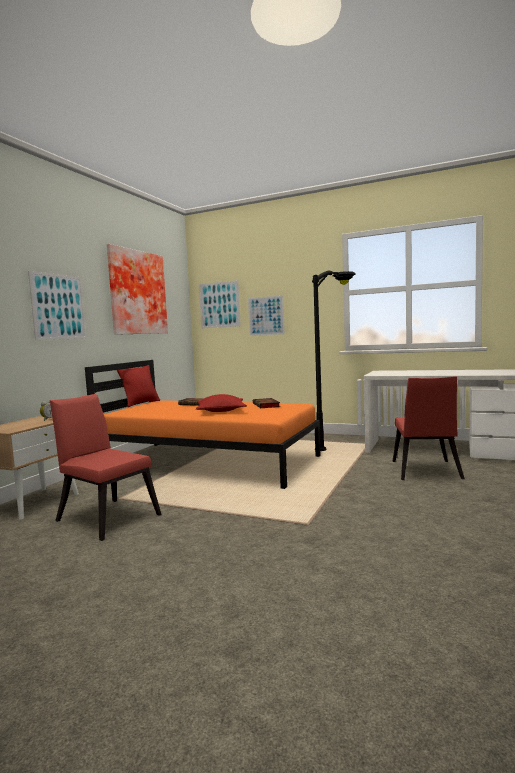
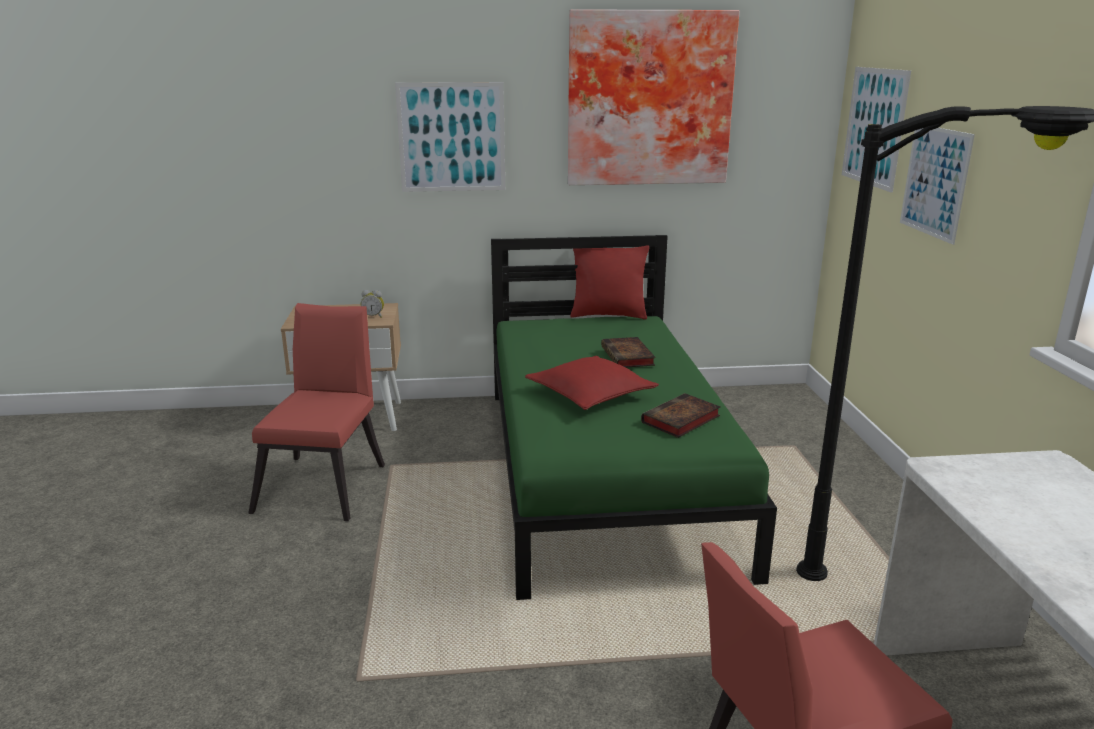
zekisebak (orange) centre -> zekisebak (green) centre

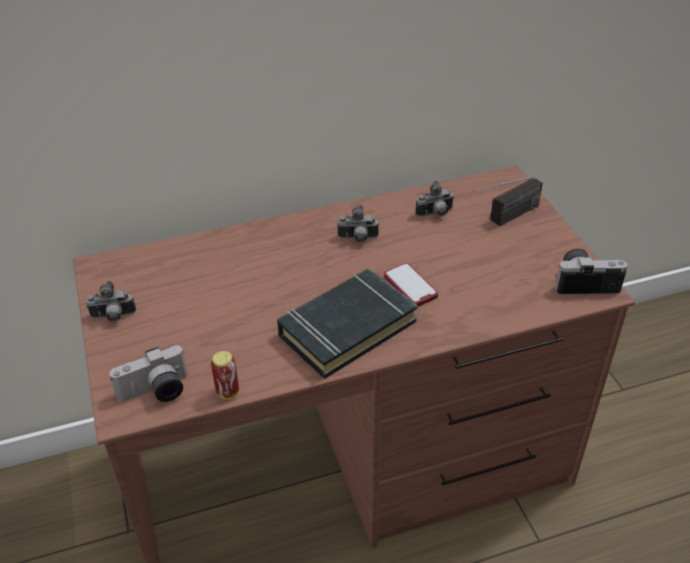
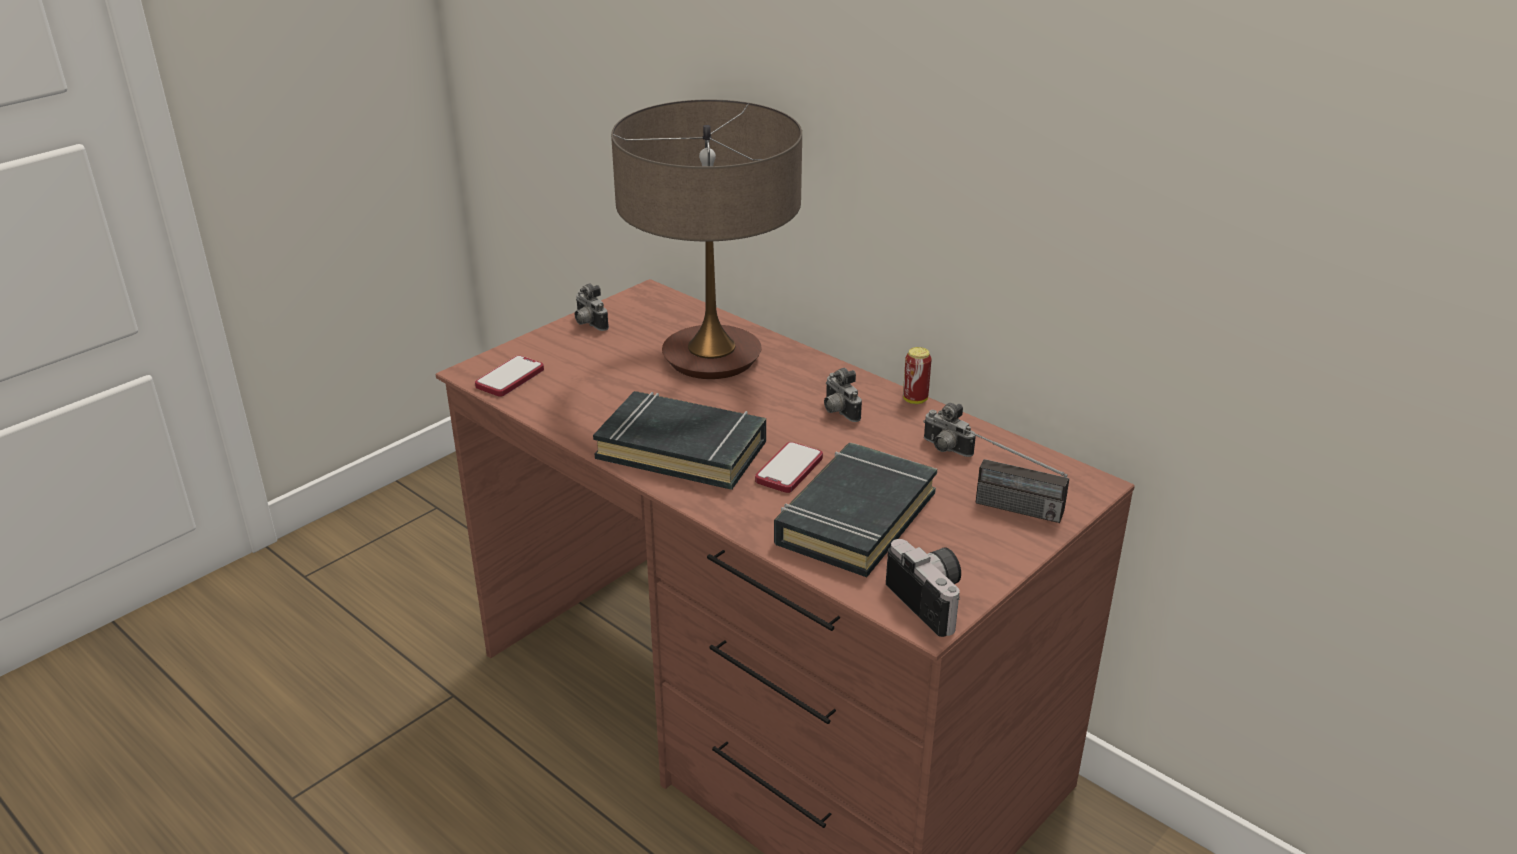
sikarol (2nd from left) middle left -> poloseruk (1st from left) centre
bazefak middle left -> bazefak centre, moved
none -> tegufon top centre
none -> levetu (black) (2nd from left) centre

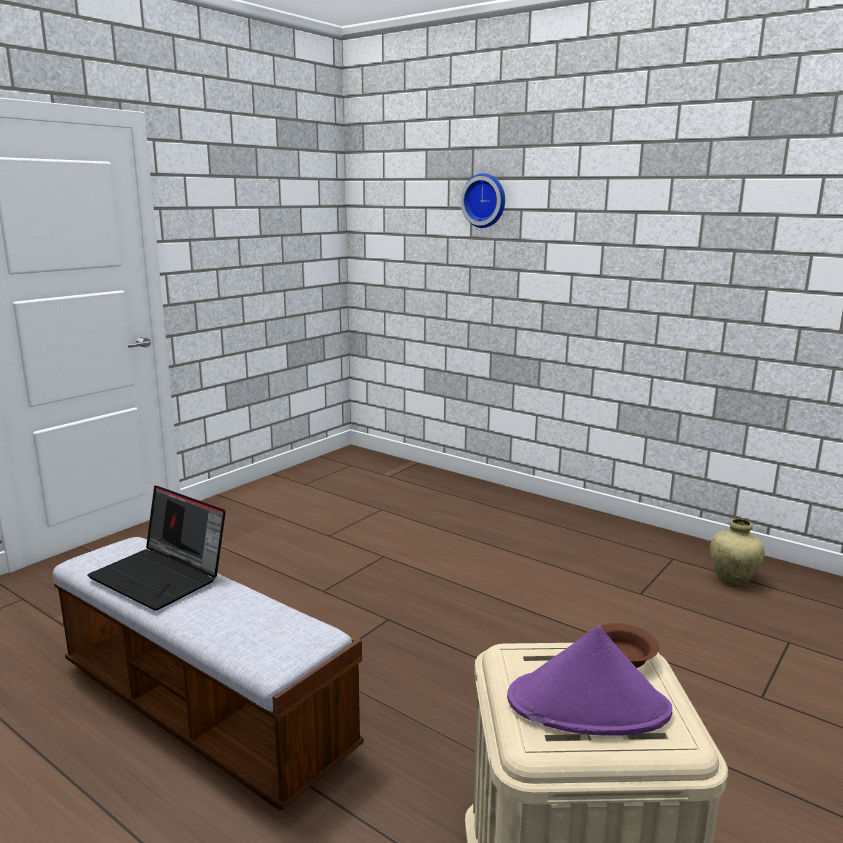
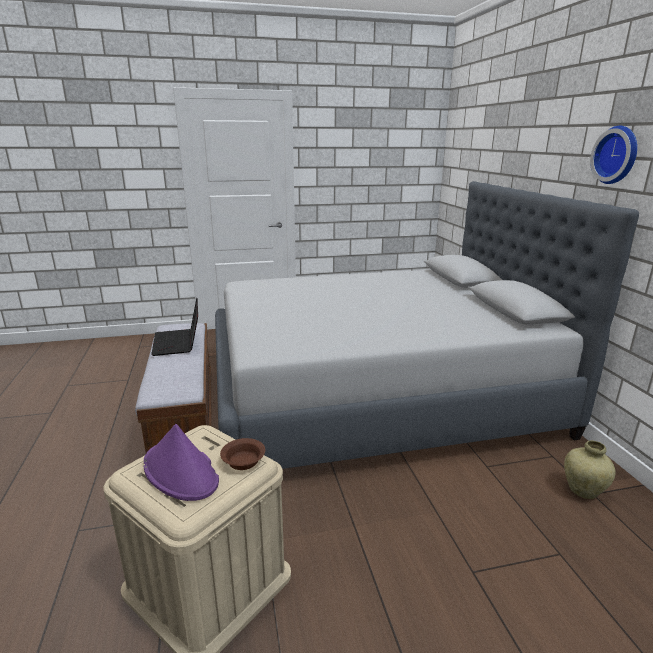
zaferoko top centre -> zaferoko top right, moved
none -> zekisebak (grey) centre

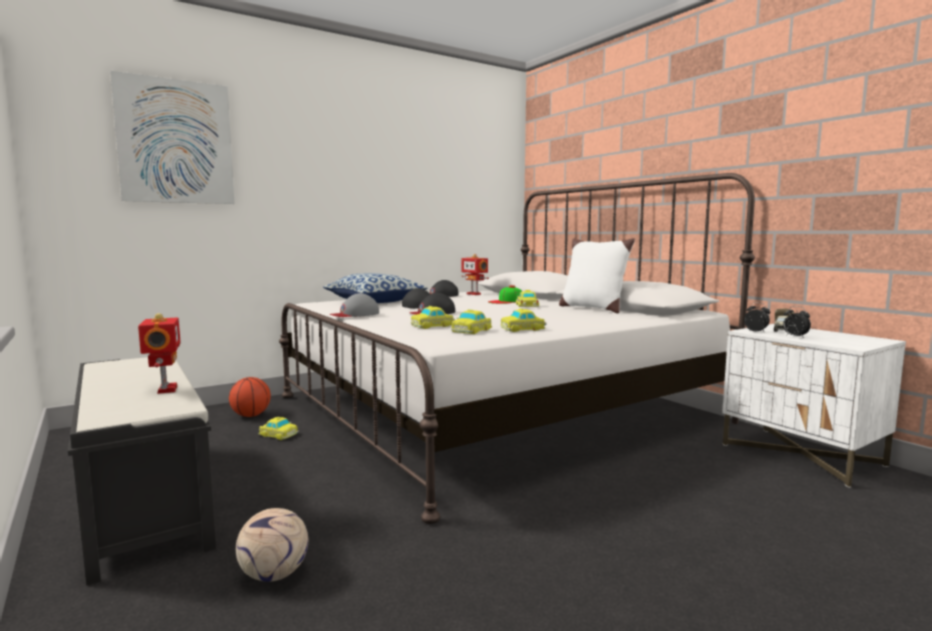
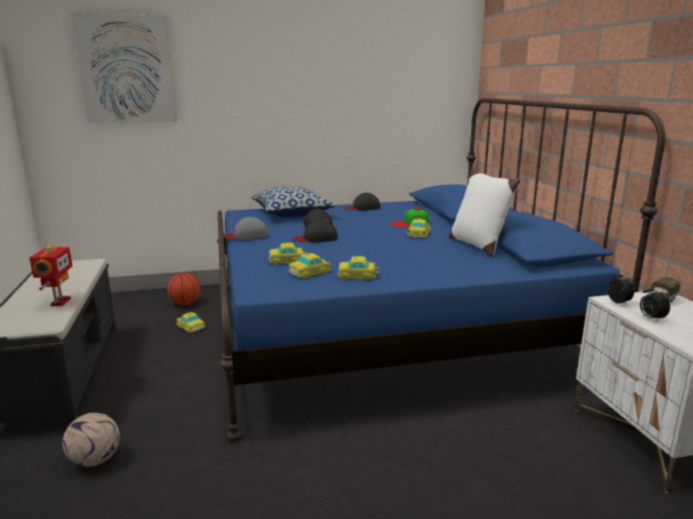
zekisebak (white) centre -> zekisebak (blue) centre
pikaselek (2nd from left) centre -> none

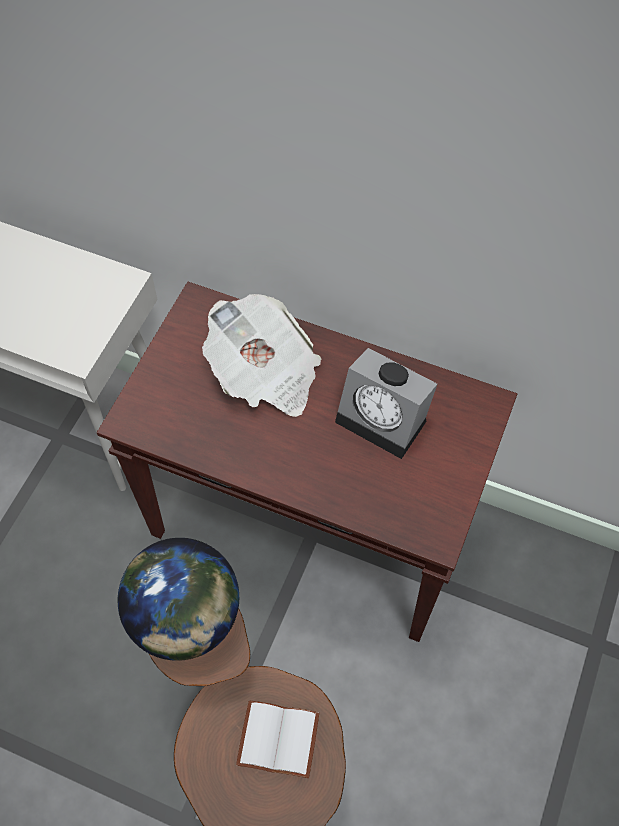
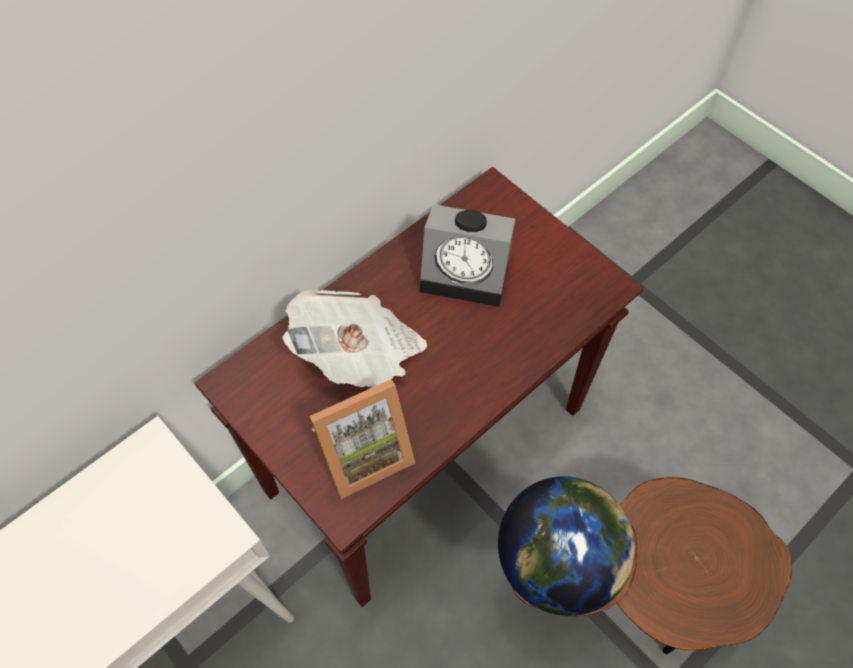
levetu (white) bottom centre -> none
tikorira centre, 45 degrees clockwise
none -> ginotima centre

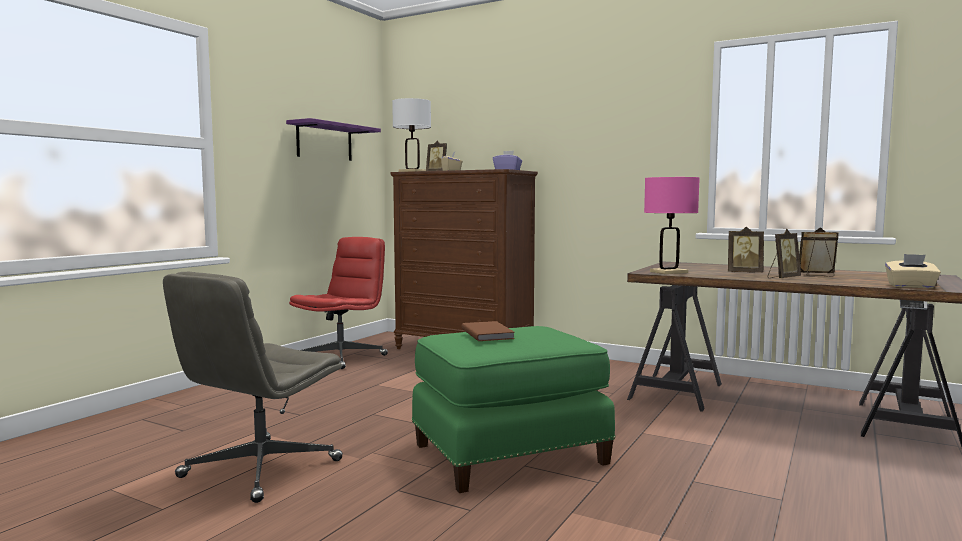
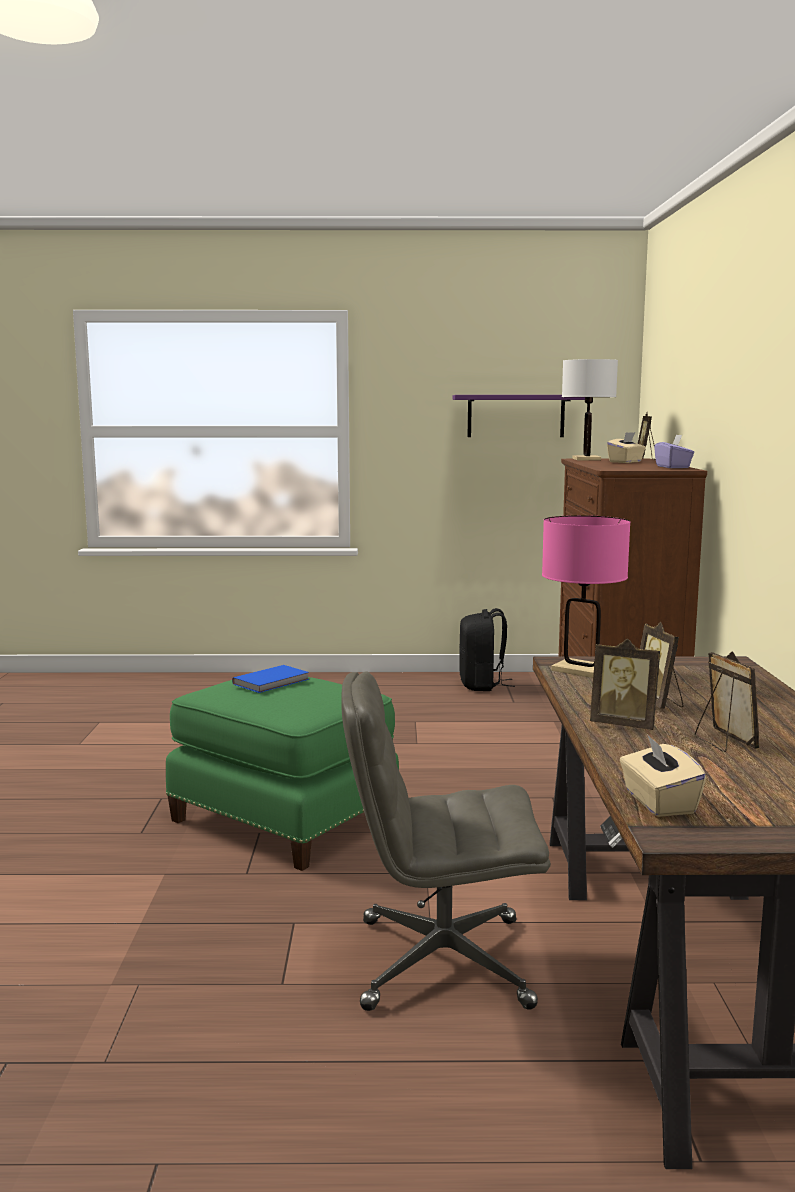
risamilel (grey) bottom left -> risamilel (grey) bottom centre, moved
risamilel (red) centre -> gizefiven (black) centre
levetu (brown) centre -> levetu (blue) centre

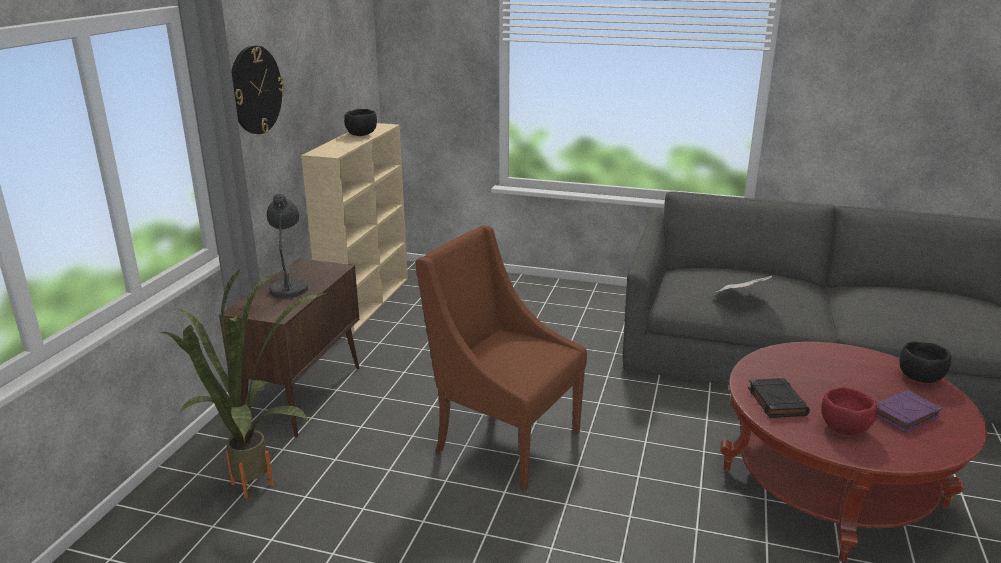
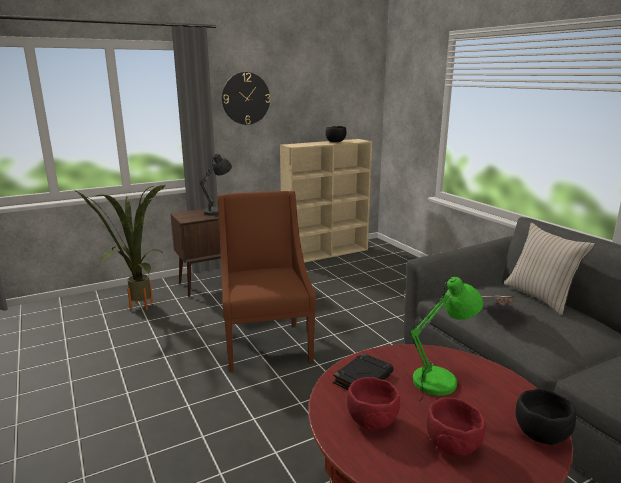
levetu (purple) bottom right -> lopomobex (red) (2nd from left) bottom right
none -> tegufon (green) bottom right
none -> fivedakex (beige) middle right

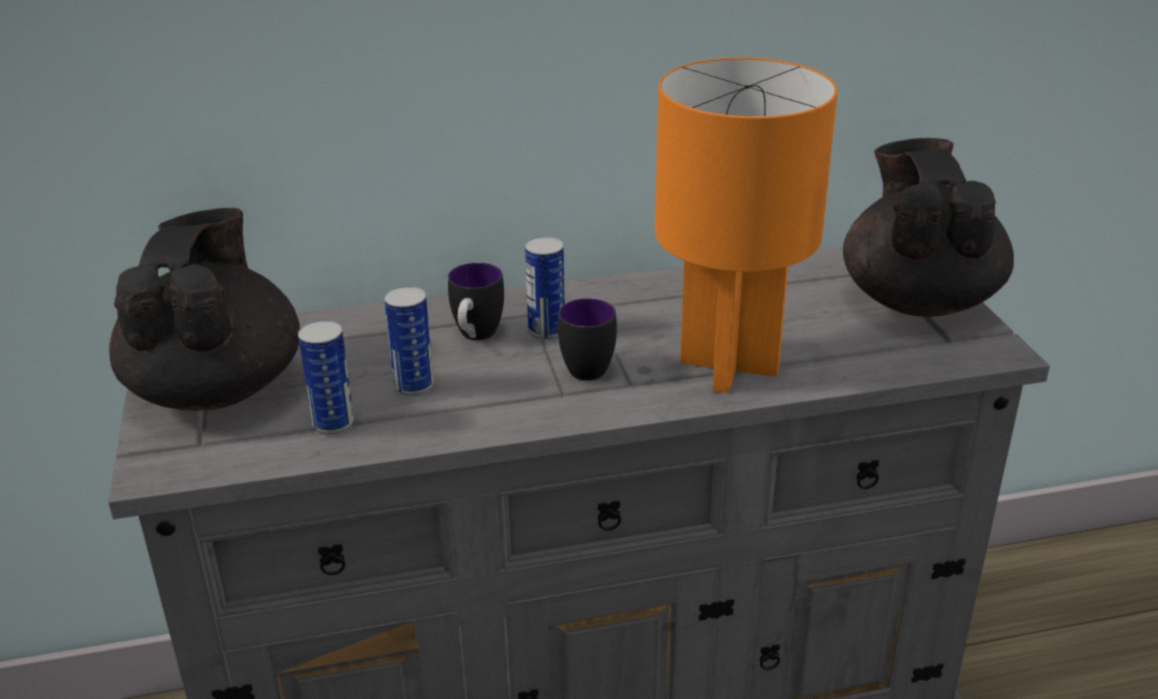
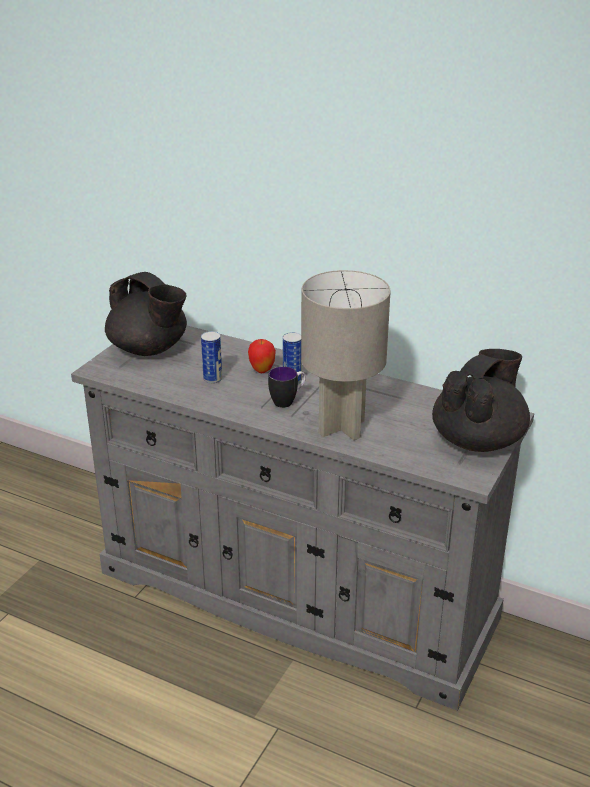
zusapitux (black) (1st from left) middle left, 90 degrees clockwise
bazefak (1st from left) middle left -> none
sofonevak (1st from left) centre -> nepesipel centre
tegufon (orange) top centre -> tegufon (grey) centre

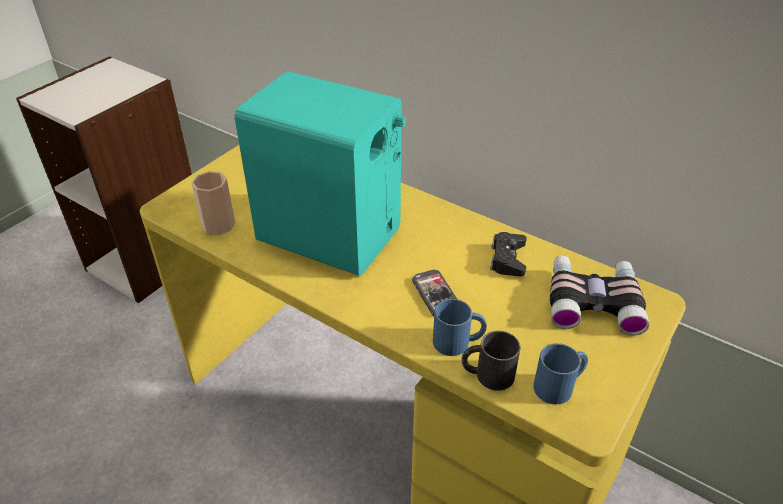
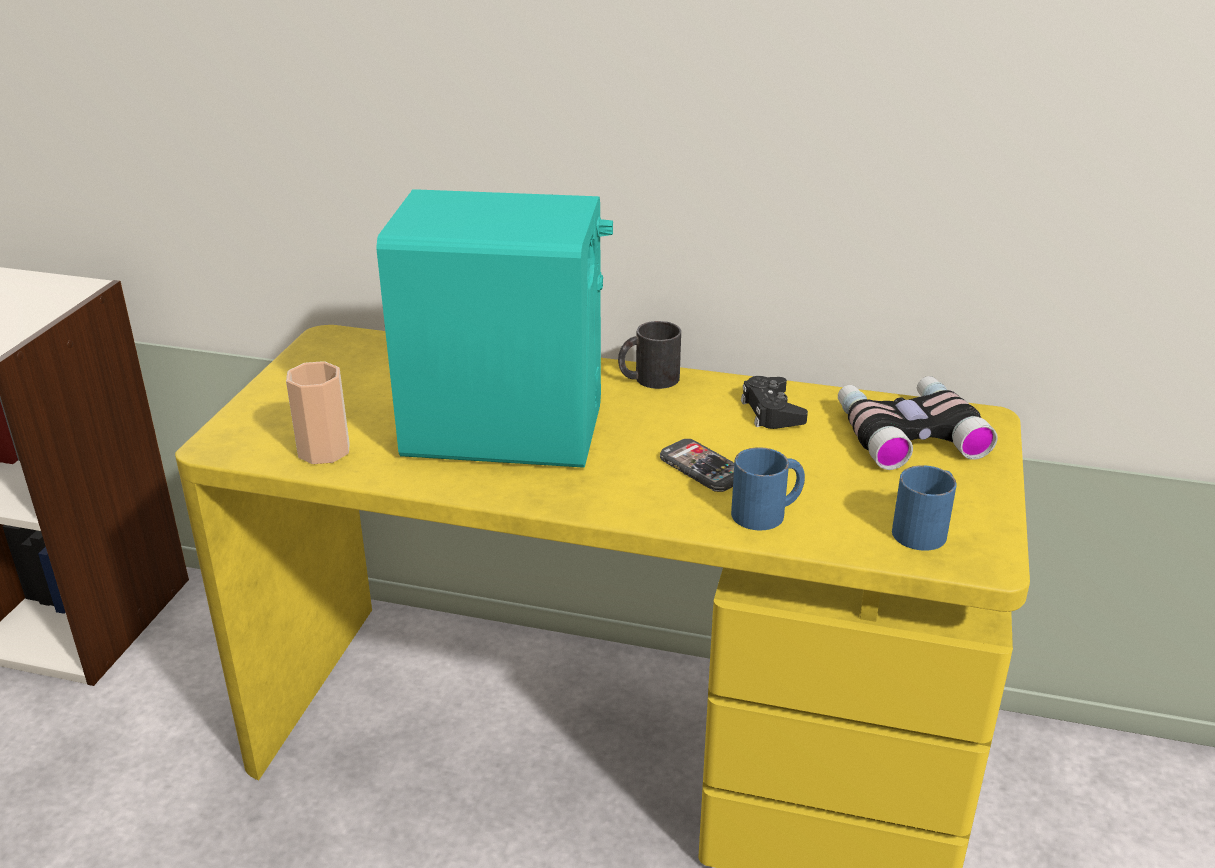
sofonevak (black) bottom centre -> sofonevak (black) centre, moved

